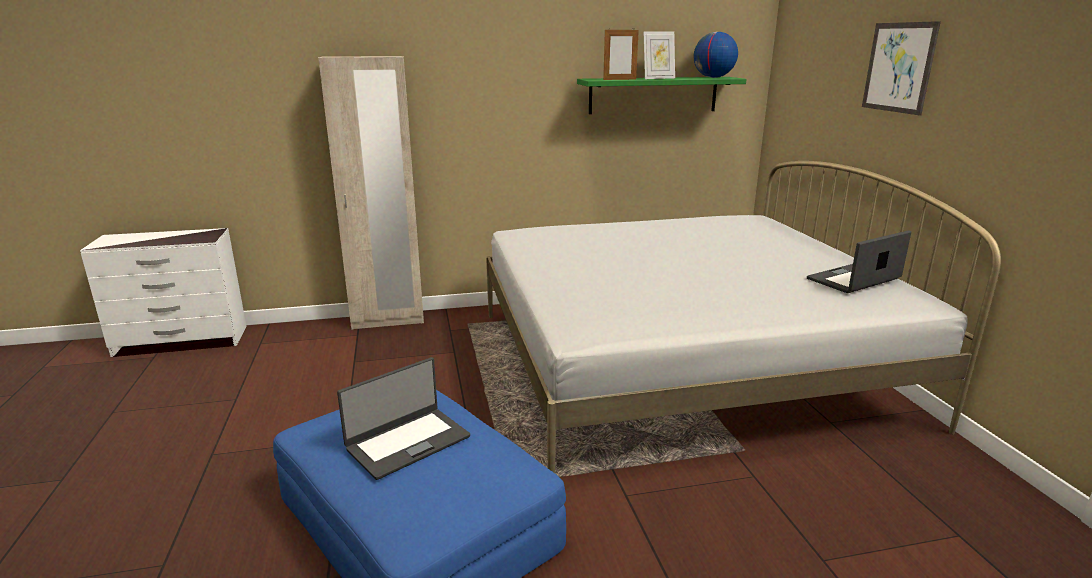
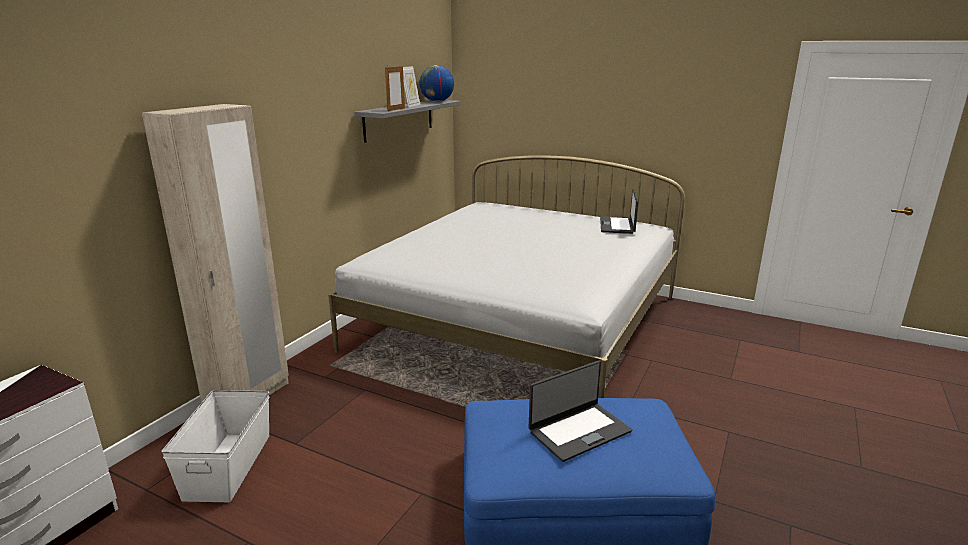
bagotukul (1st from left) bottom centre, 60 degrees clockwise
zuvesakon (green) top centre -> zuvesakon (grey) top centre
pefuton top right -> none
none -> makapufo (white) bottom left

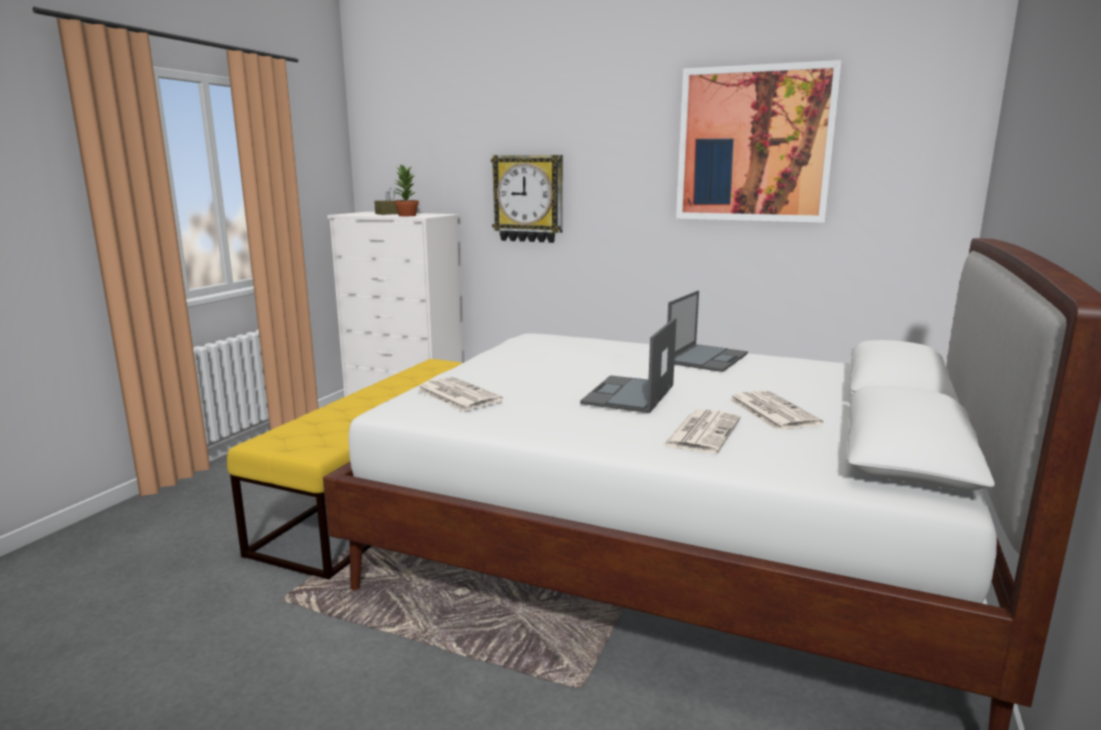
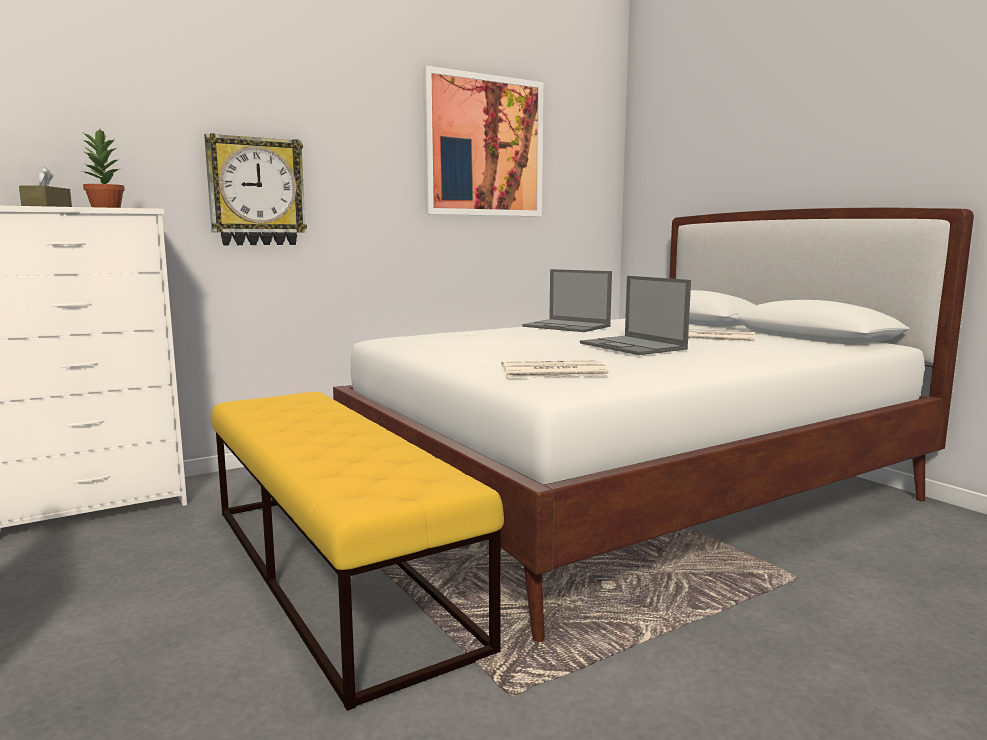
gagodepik (2nd from left) centre -> none
bagotukul (2nd from left in the first image) centre -> bagotukul (1st from left) centre, 150 degrees clockwise

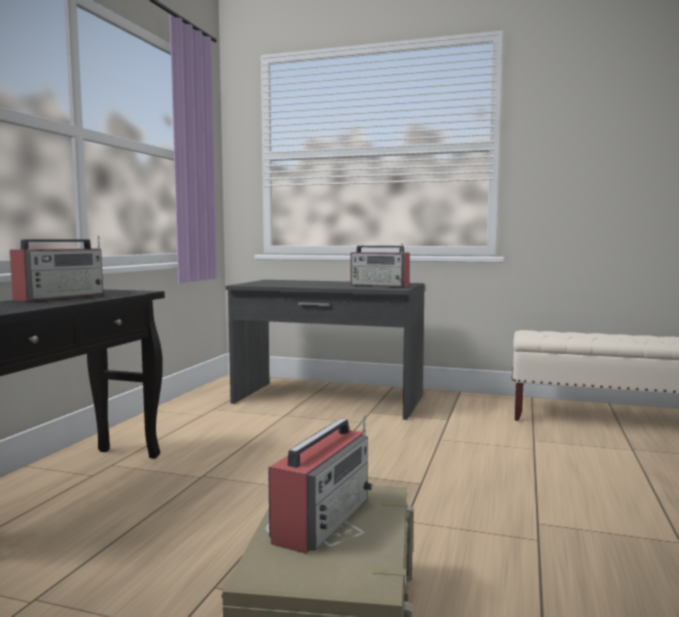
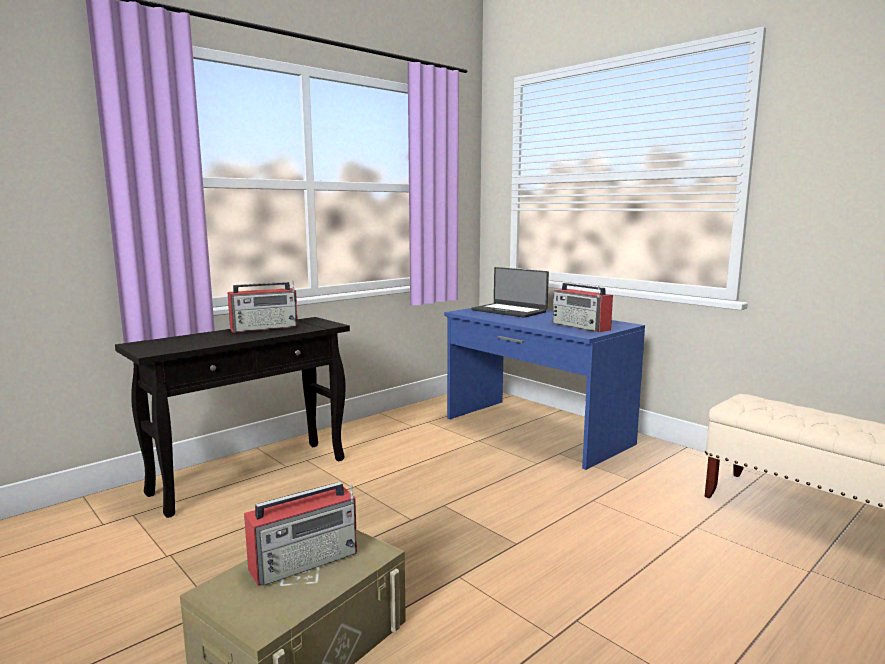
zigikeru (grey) centre -> zigikeru (blue) centre
none -> bagotukul centre

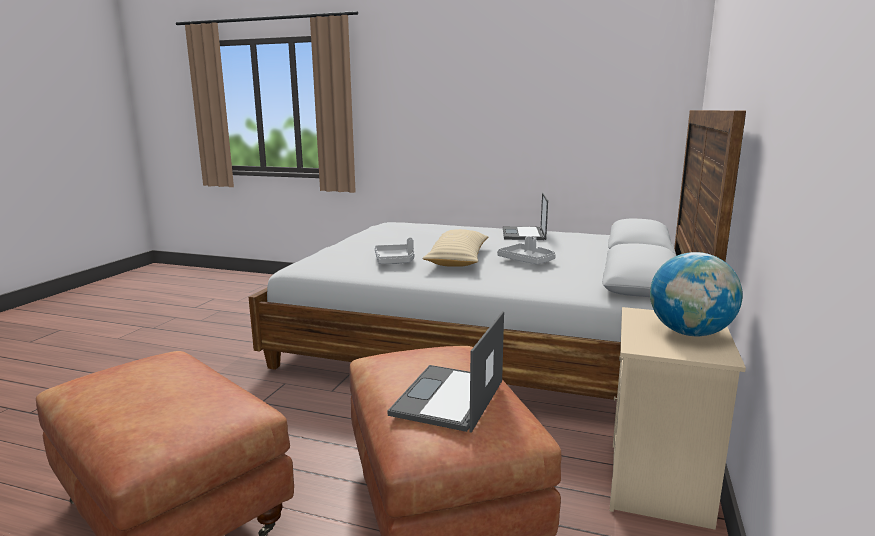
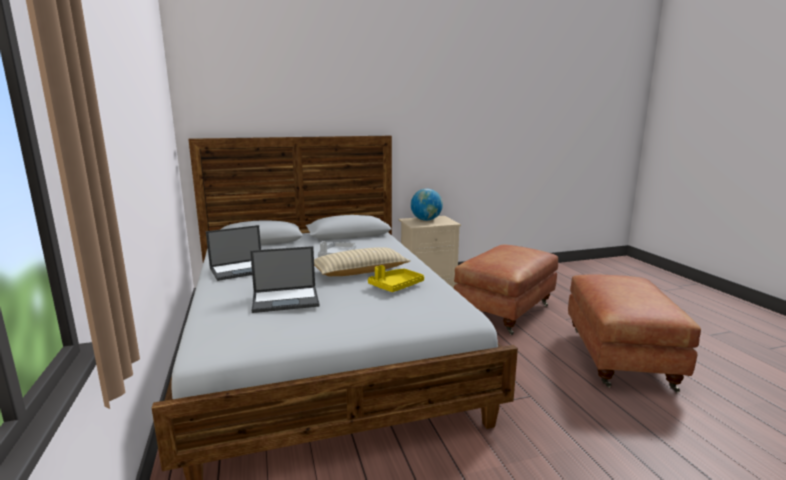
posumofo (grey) (1st from left) centre -> posumofo (yellow) centre
bagotukul (1st from left in the first image) bottom centre -> bagotukul (2nd from left) centre, moved

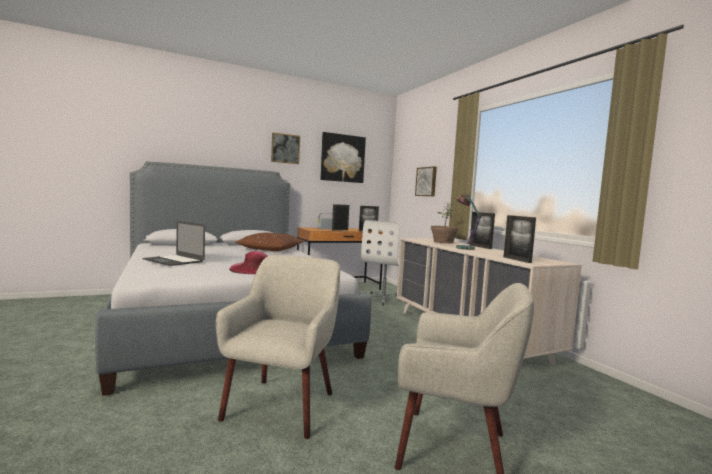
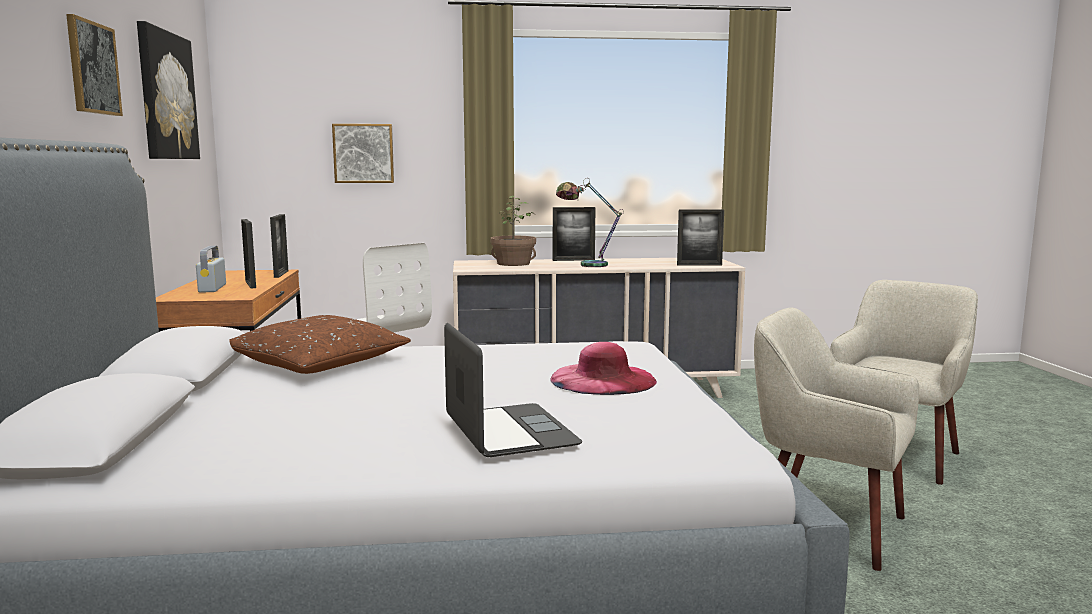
bagotukul middle left -> bagotukul centre, 75 degrees counterclockwise

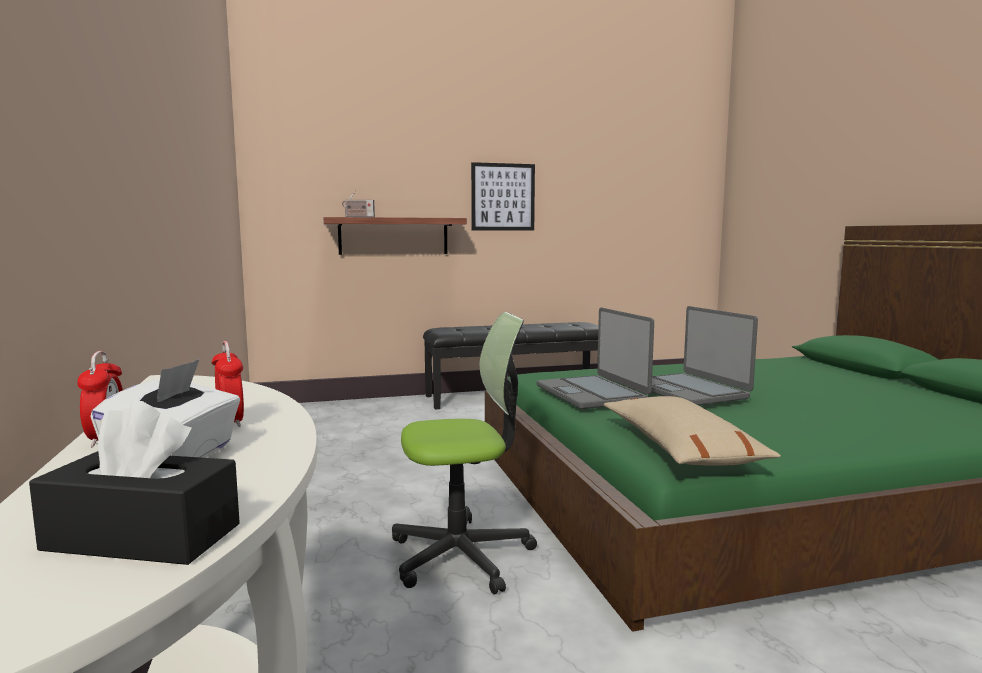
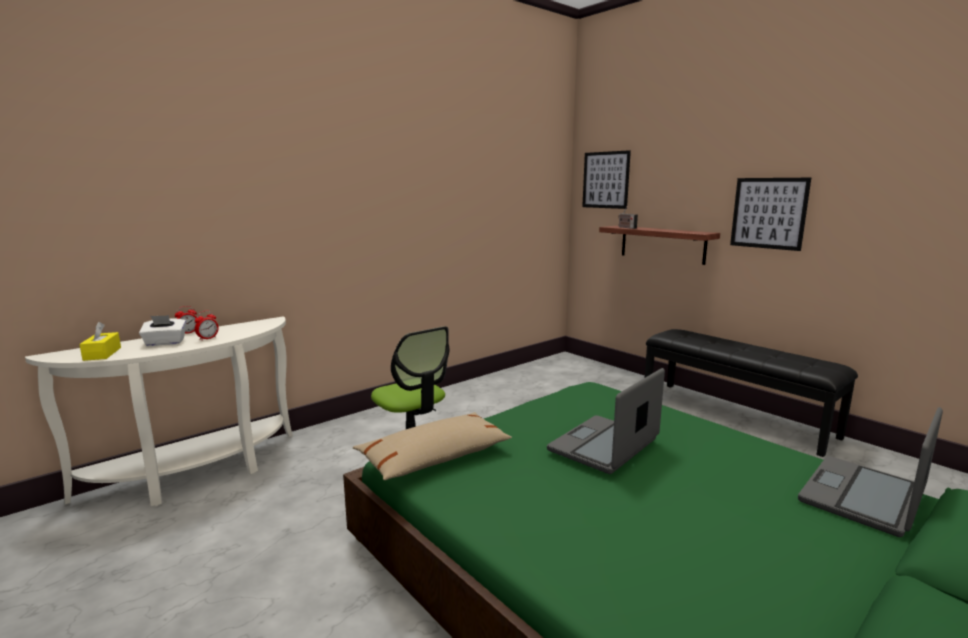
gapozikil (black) bottom left -> gapozikil (yellow) middle left
bagotukul (1st from left in the first image) centre -> bagotukul (2nd from left) bottom right, moved
none -> pefuton (1st from left) top centre

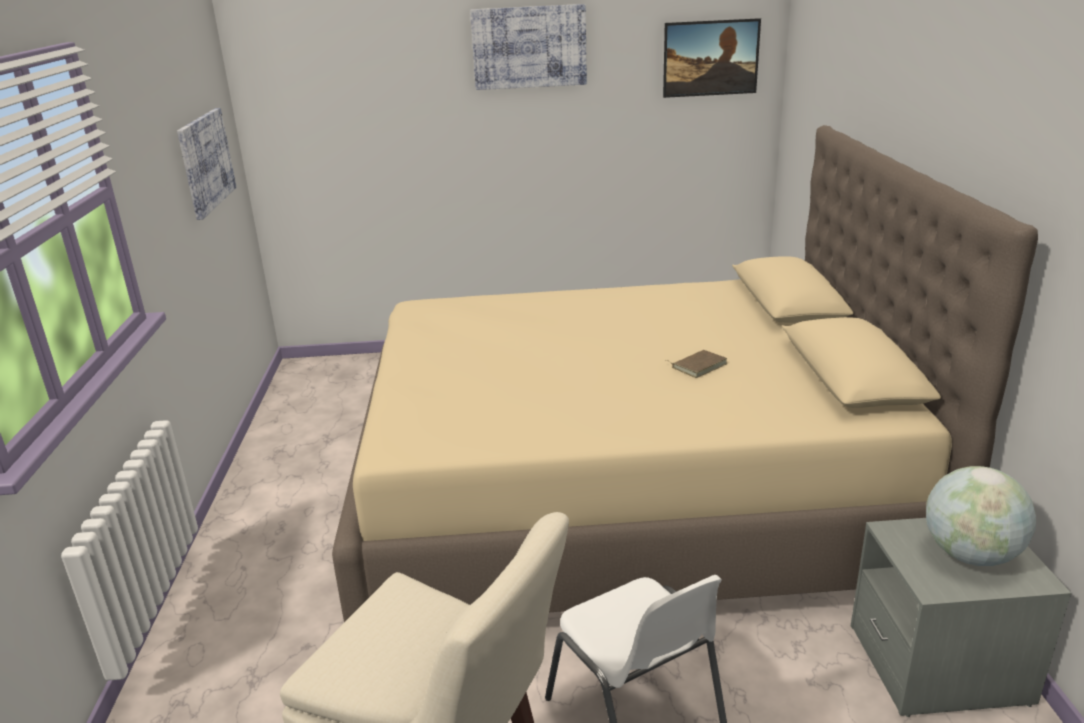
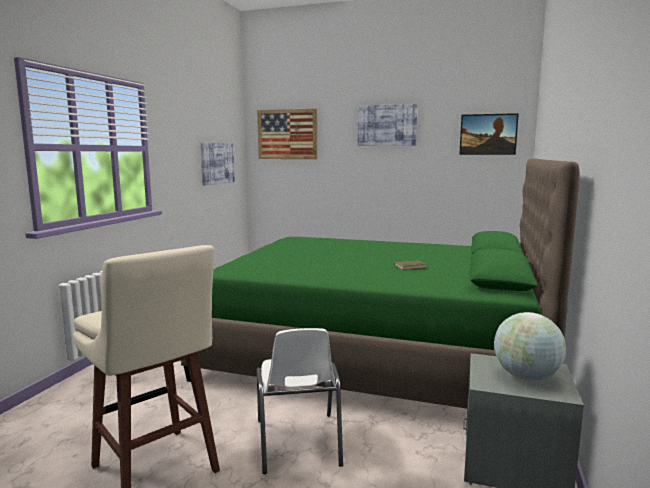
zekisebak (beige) centre -> zekisebak (green) centre
none -> pefuton (2nd from left) top centre

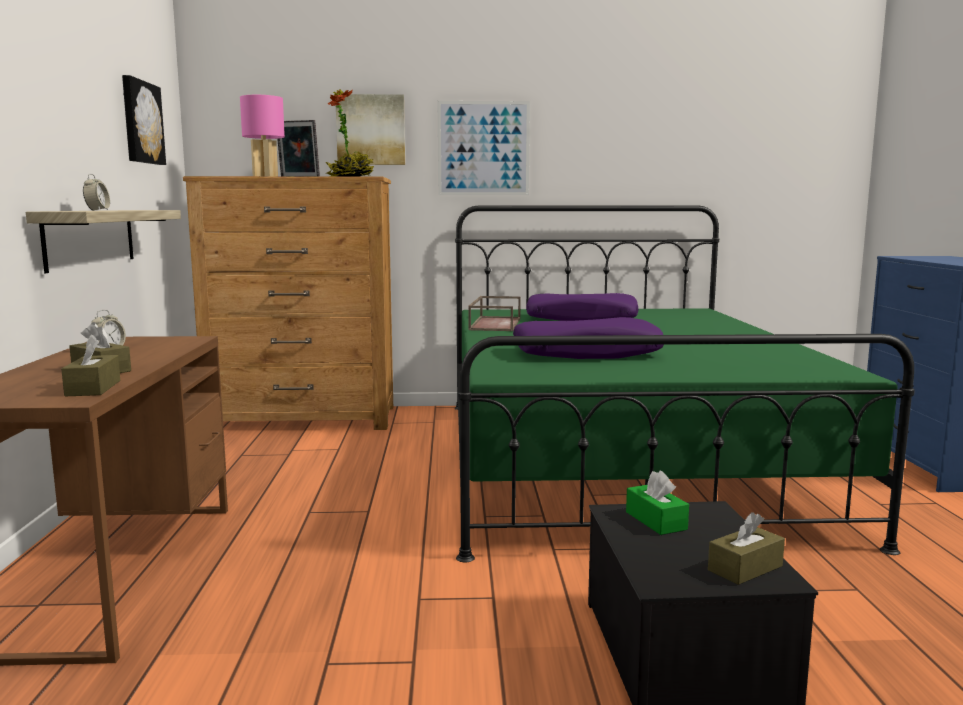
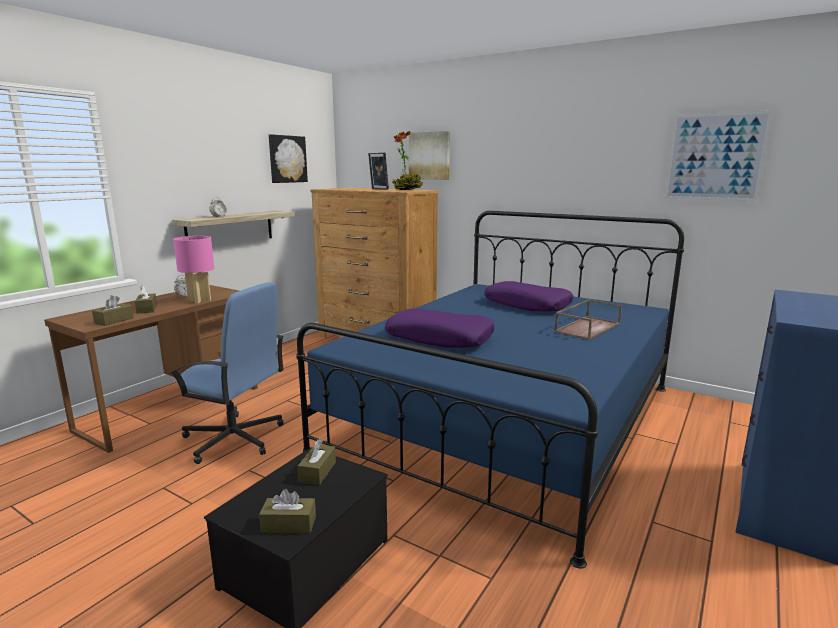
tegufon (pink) top left -> tegufon (pink) middle left, moved
pefuton (3rd from left) top centre -> pefuton (3rd from left) top right, moved
zekisebak (green) middle right -> zekisebak (blue) centre
posumofo (brown) centre -> posumofo (brown) middle right, moved
gapozikil (green) bottom right -> gapozikil (brown) (4th from left) bottom centre
none -> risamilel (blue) middle left

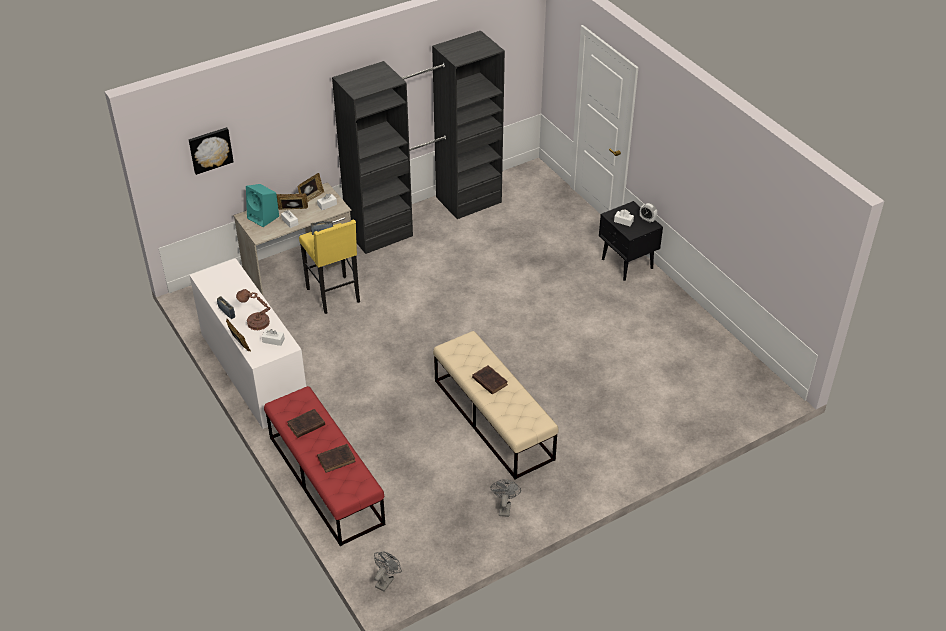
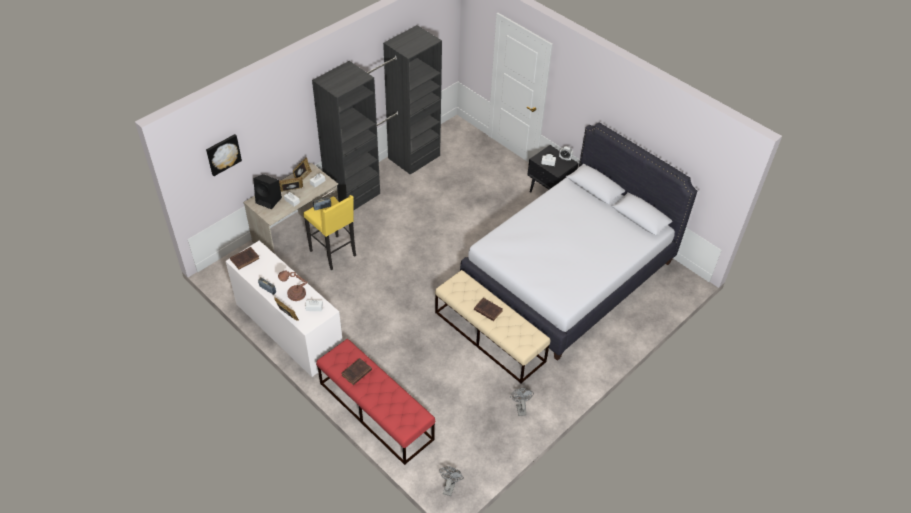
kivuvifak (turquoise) top left -> kivuvifak (black) middle left
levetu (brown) (2nd from left in the first image) bottom centre -> levetu (brown) (1st from left) middle left, moved
none -> zekisebak (white) centre

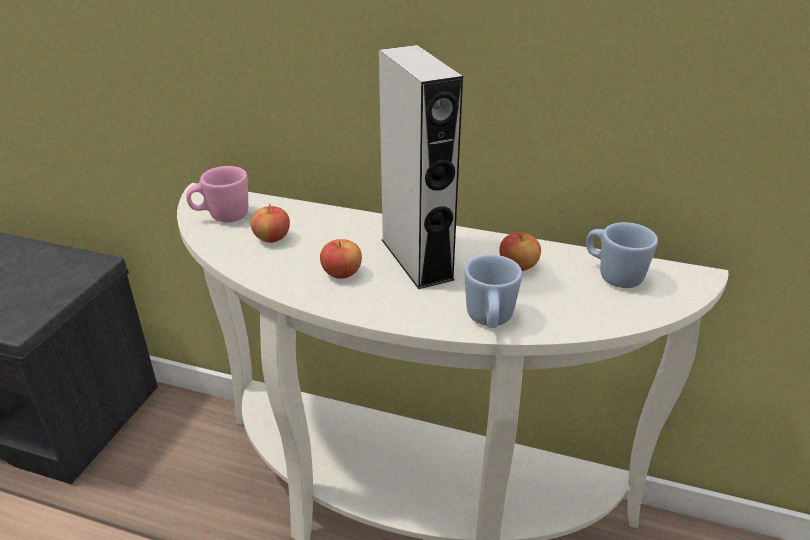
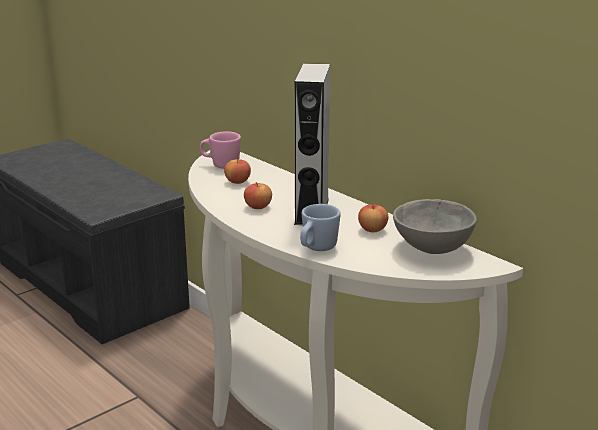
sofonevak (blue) (2nd from left) middle right -> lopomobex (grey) middle right

